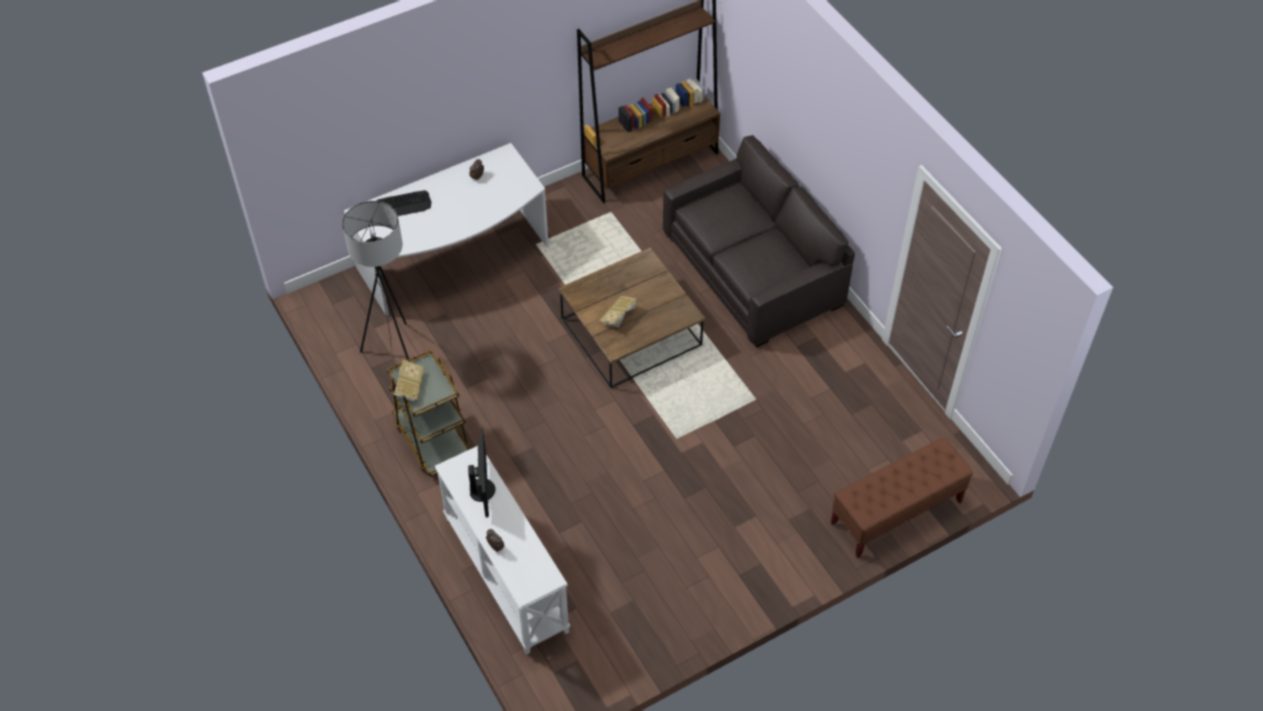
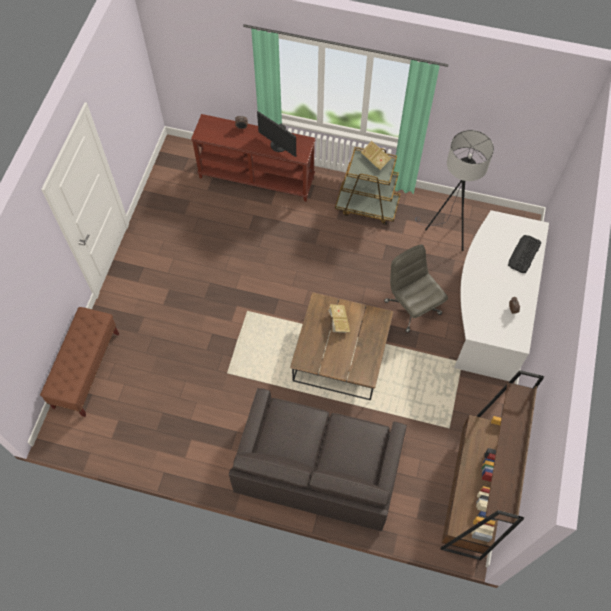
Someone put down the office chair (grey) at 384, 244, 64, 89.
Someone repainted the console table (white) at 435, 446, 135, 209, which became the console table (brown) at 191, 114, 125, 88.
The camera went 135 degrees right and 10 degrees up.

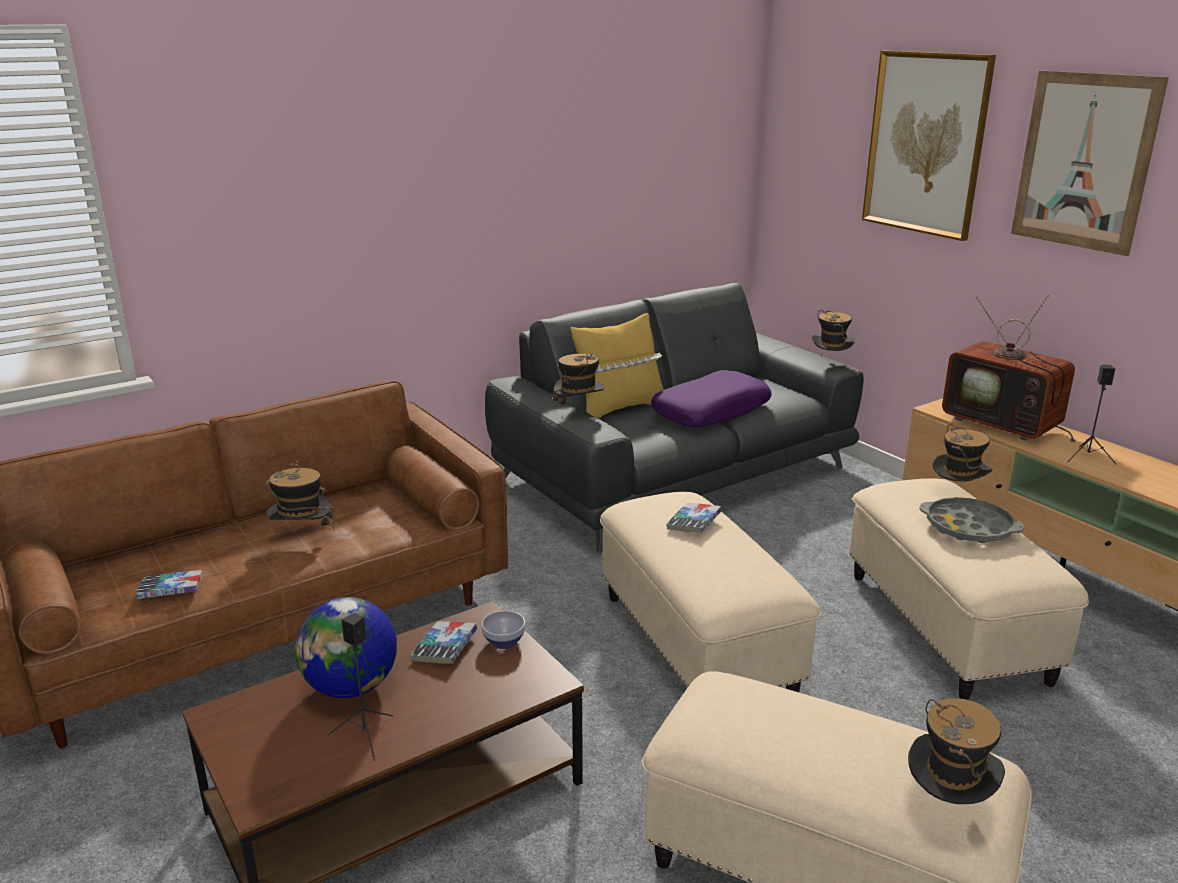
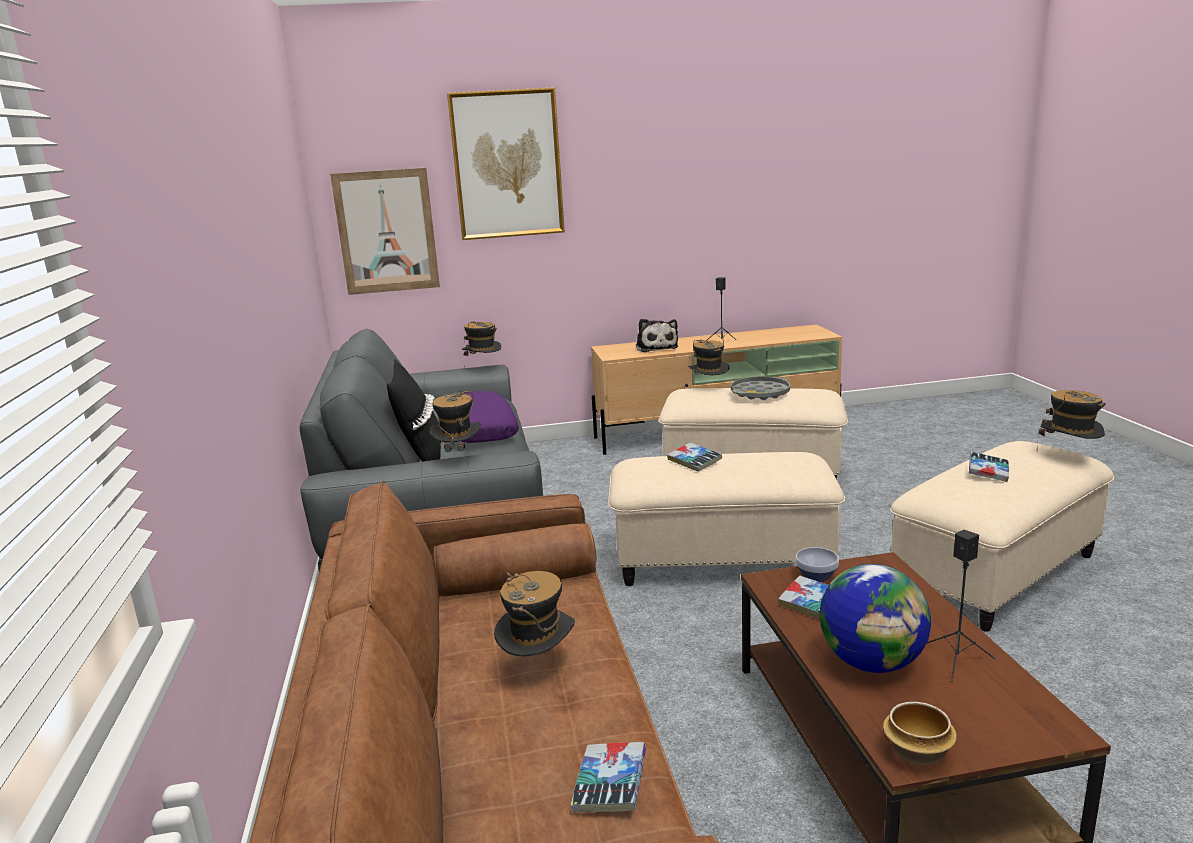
Someone put down the bowl at 883, 702, 74, 63.
Someone put down the book at 969, 452, 40, 30.
Someone carried the picture from 1011, 71, 158, 185 to 330, 168, 110, 127.
Someone swapped the television at 942, 295, 134, 148 for the plush toy at 636, 319, 42, 33.
Someone repainted the pillow (yellow) at 571, 313, 93, 106, which became the pillow (black) at 387, 359, 54, 103.
The camera went 65 degrees left and 5 degrees down.

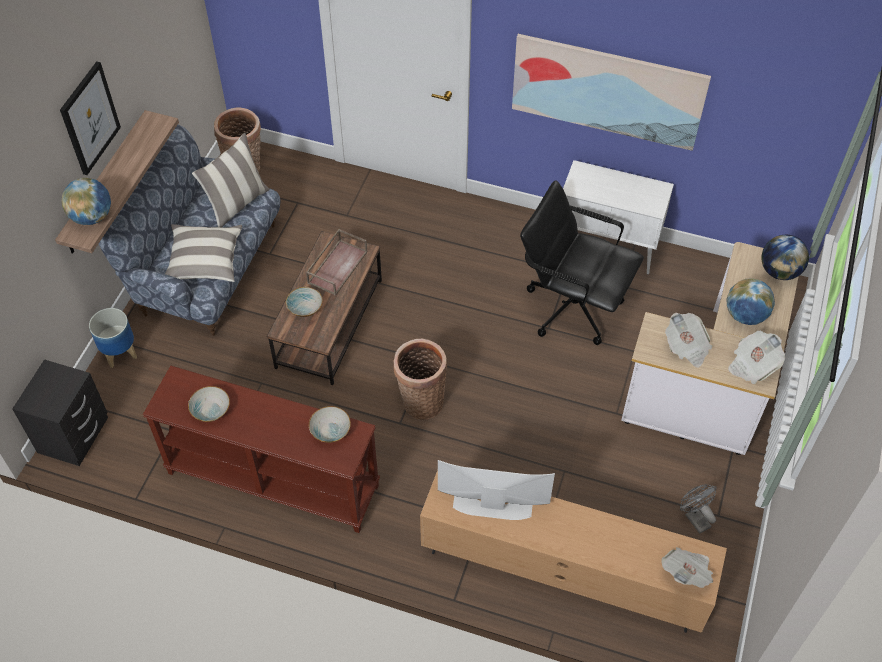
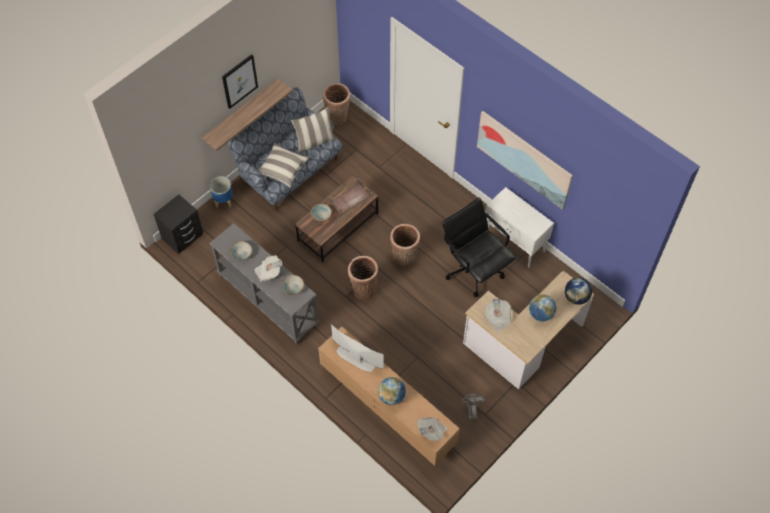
Someone put down the basket at 390, 224, 30, 42.
Someone carried the globe from 61, 178, 50, 47 to 378, 377, 28, 28.
Someone carried the newspaper from 728, 331, 57, 53 to 254, 255, 28, 27.
Someone repainted the console table (brown) at 143, 366, 237, 167, which became the console table (grey) at 210, 223, 109, 122.
The camera went 25 degrees right and 5 degrees up.

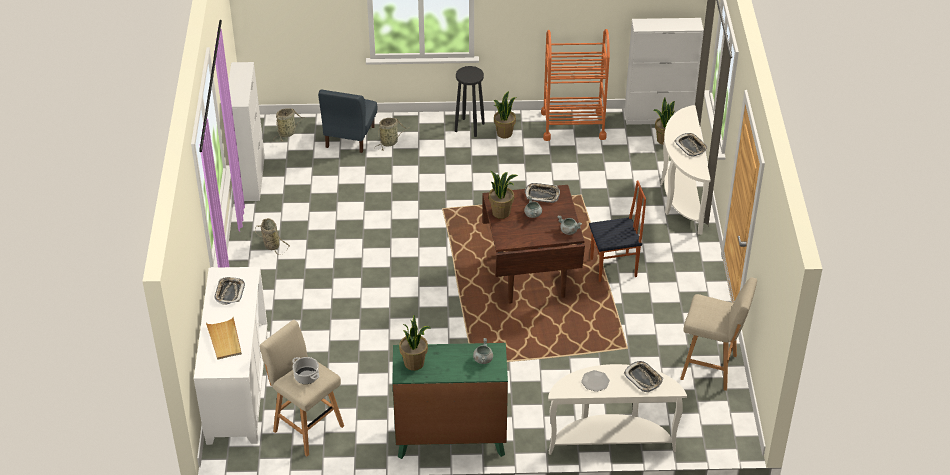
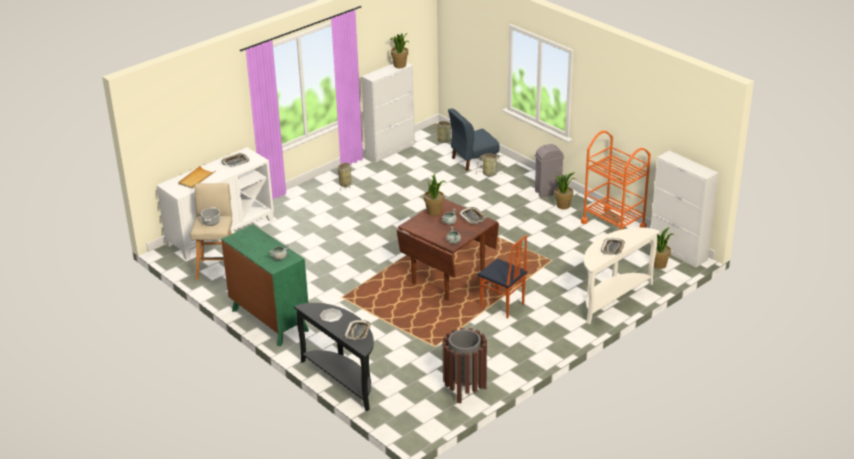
Someone carried the potted plant from 399, 315, 31, 56 to 390, 33, 19, 35.
Someone swapped the stool (black) at 455, 66, 30, 71 for the trash can (grey) at 535, 144, 29, 53.
Someone swapped the stool (beige) at 680, 277, 77, 114 for the trash can (brown) at 443, 328, 44, 75.
Someone repainted the console table (white) at 548, 364, 139, 91, which became the console table (black) at 294, 303, 80, 108.
The camera went 50 degrees right and 10 degrees down.

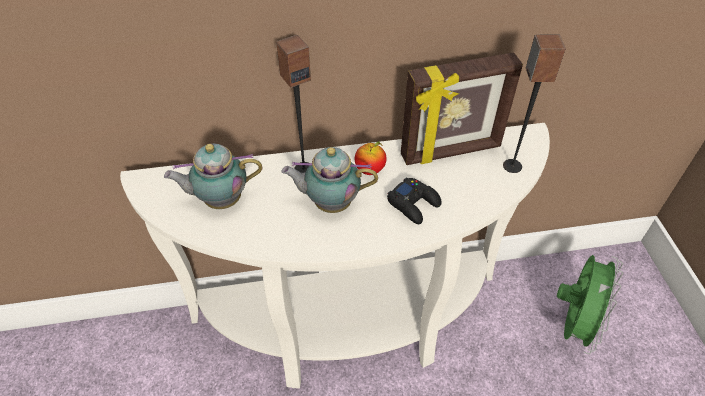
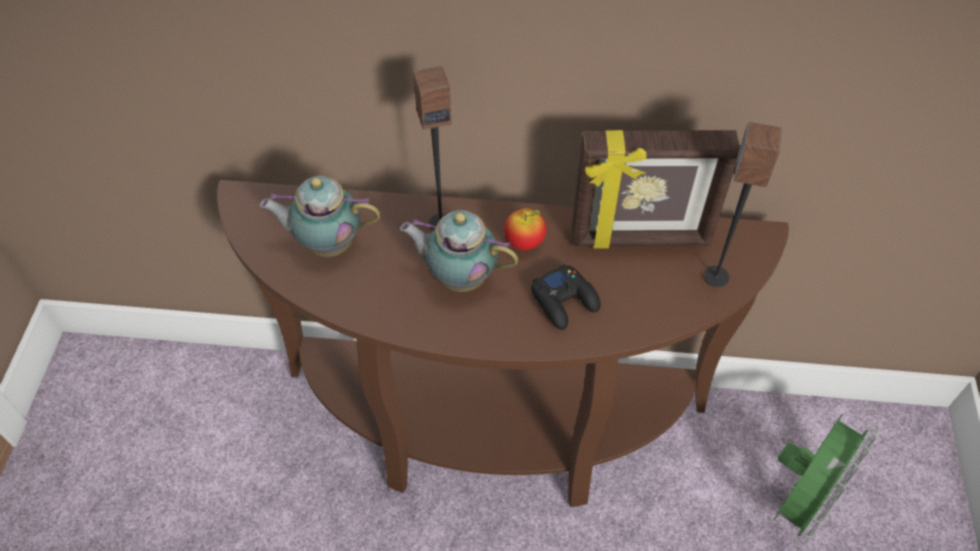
Someone repainted the console table (white) at 120, 123, 430, 266, which became the console table (brown) at 217, 180, 572, 327.
The camera went 15 degrees right and 5 degrees up.

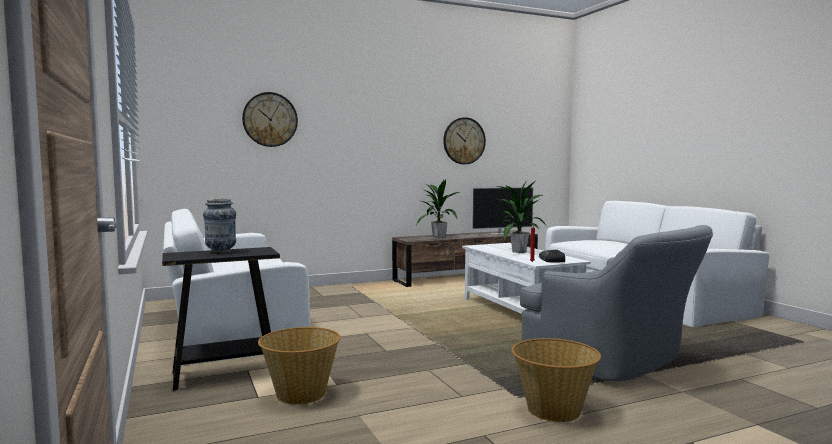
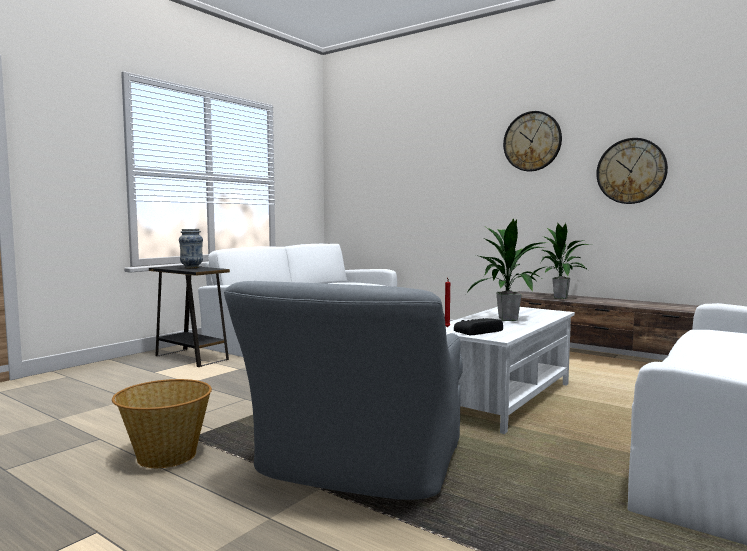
Someone took away the basket at 258, 327, 83, 78.
Someone took away the television at 472, 187, 62, 48.
Someone carried the wall clock from 242, 92, 56, 55 to 503, 111, 59, 60.
The camera went 60 degrees right and 0 degrees up.

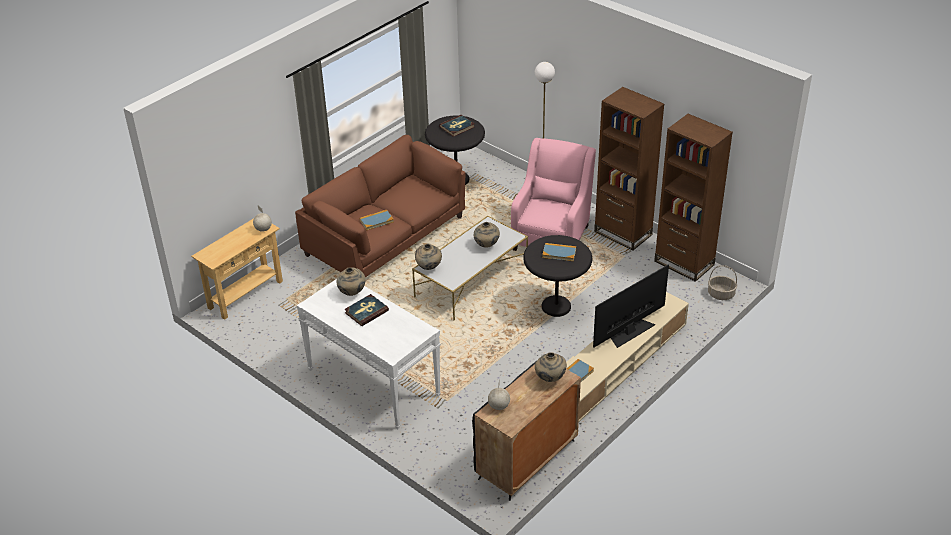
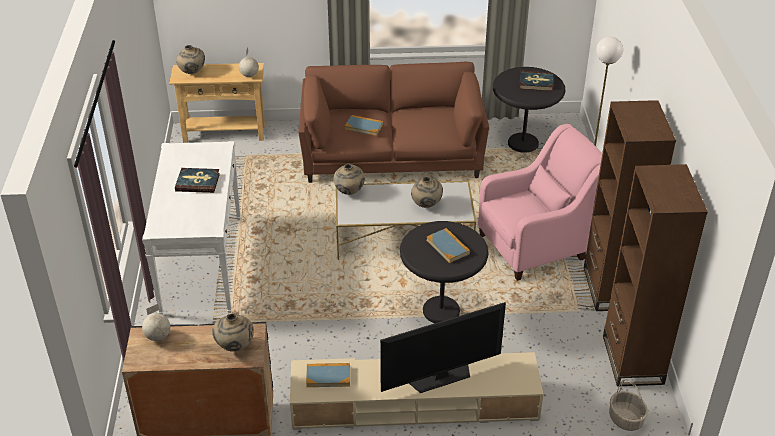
Someone carried the vase (beige) from 337, 267, 29, 29 to 176, 45, 29, 29.
Someone rotated the television at 593, 264, 76, 84 by 150 degrees clockwise.
The camera went 45 degrees right and 0 degrees up.

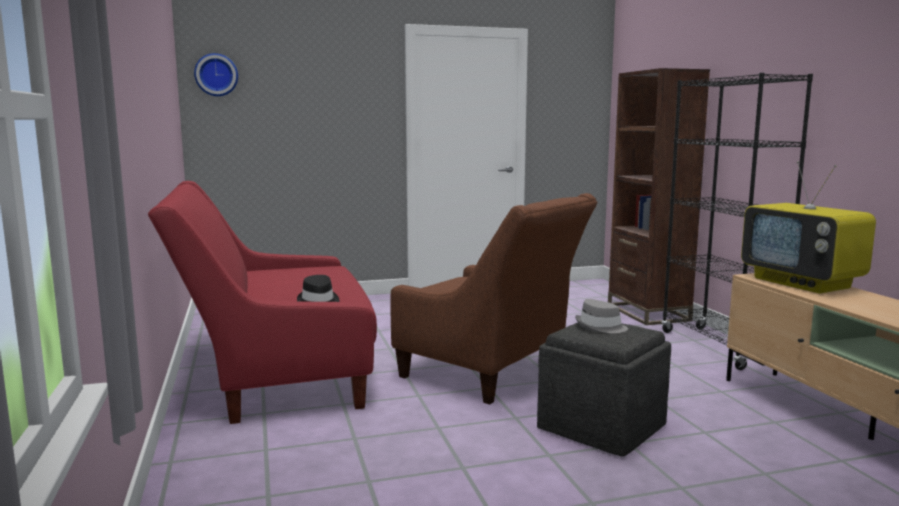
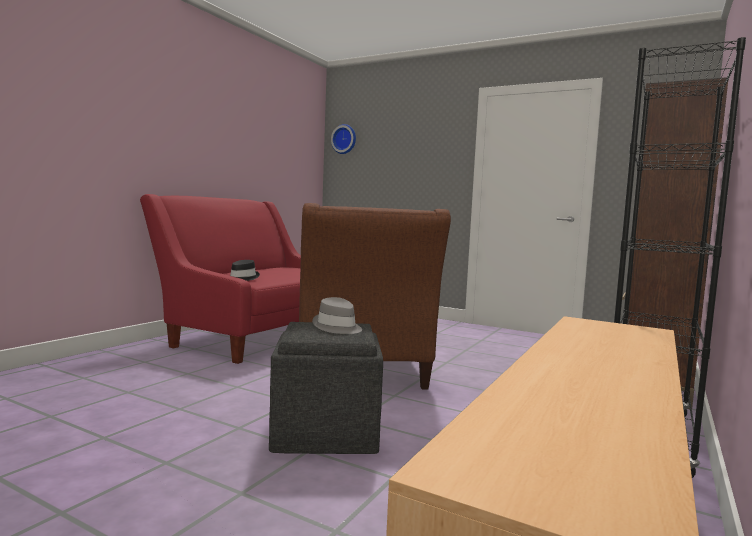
Someone took away the television at 741, 161, 135, 133.
The camera went 45 degrees right and 5 degrees down.

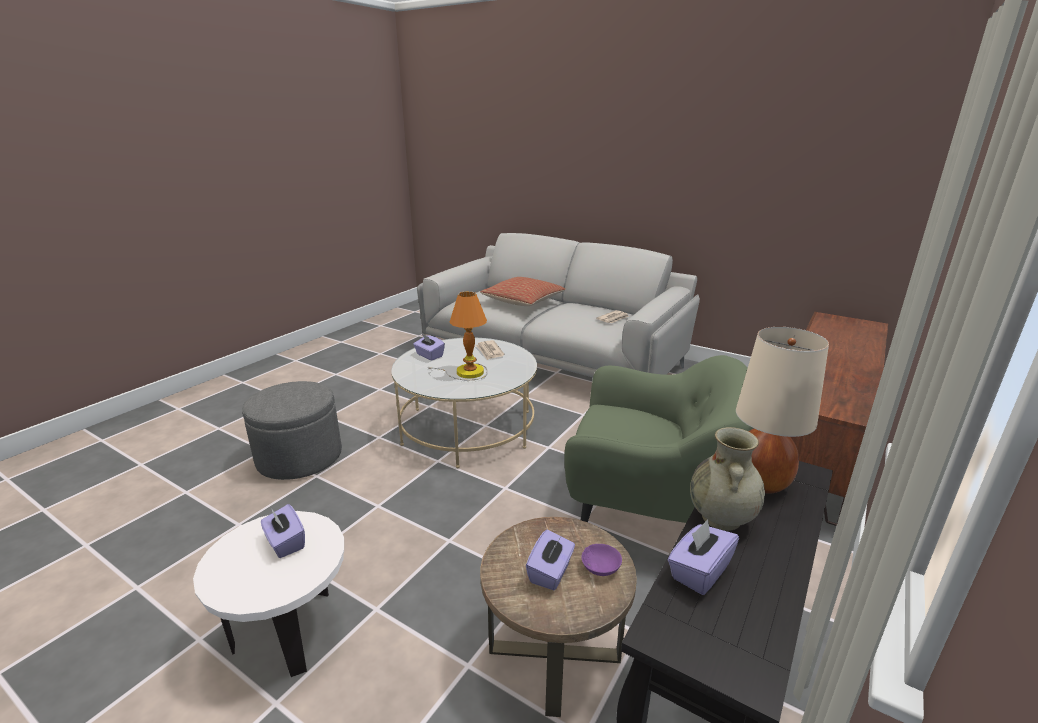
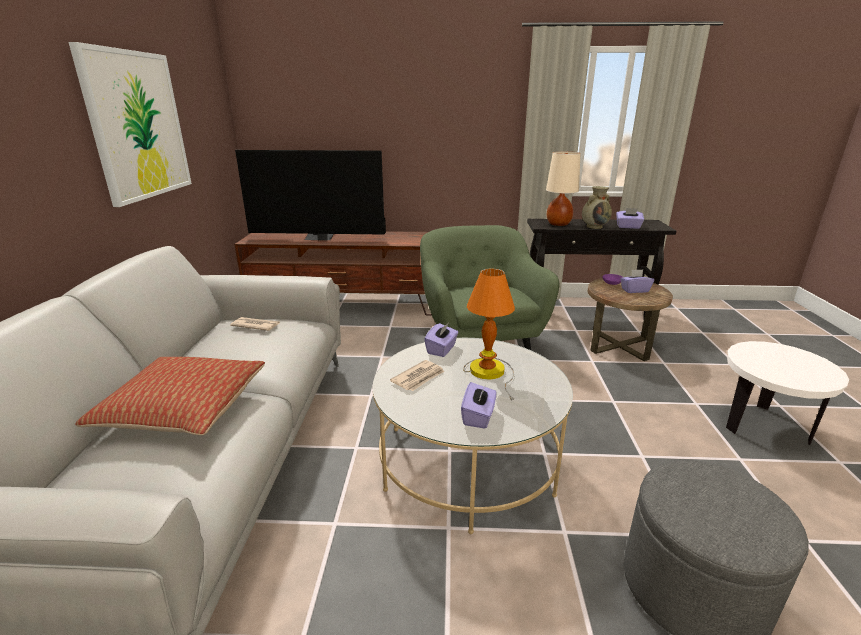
Someone put up the picture at 68, 42, 124, 165.
Someone put down the television at 235, 150, 151, 90.
Someone carried the tissue box (purple) from 261, 504, 44, 54 to 424, 322, 35, 35.
The camera went 120 degrees left and 0 degrees up.

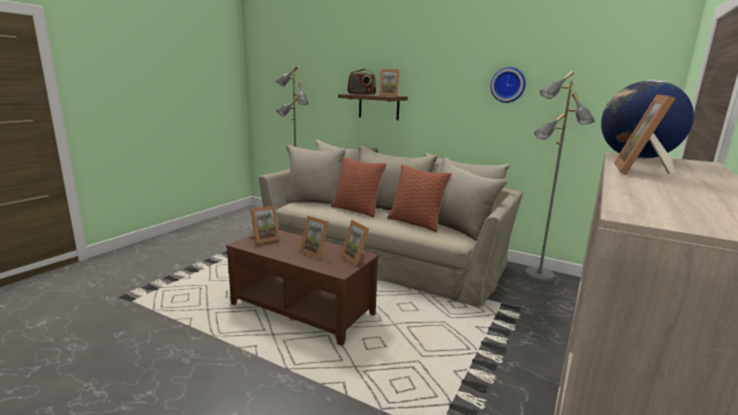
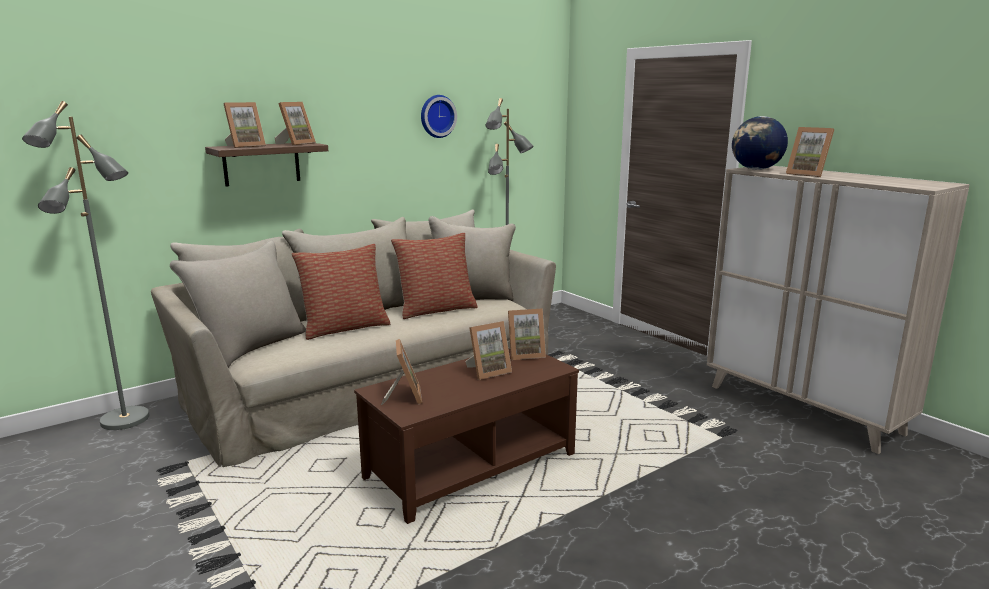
Someone swapped the radio at 347, 69, 29, 26 for the picture frame at 224, 102, 42, 46.
The camera went 65 degrees left and 0 degrees up.

